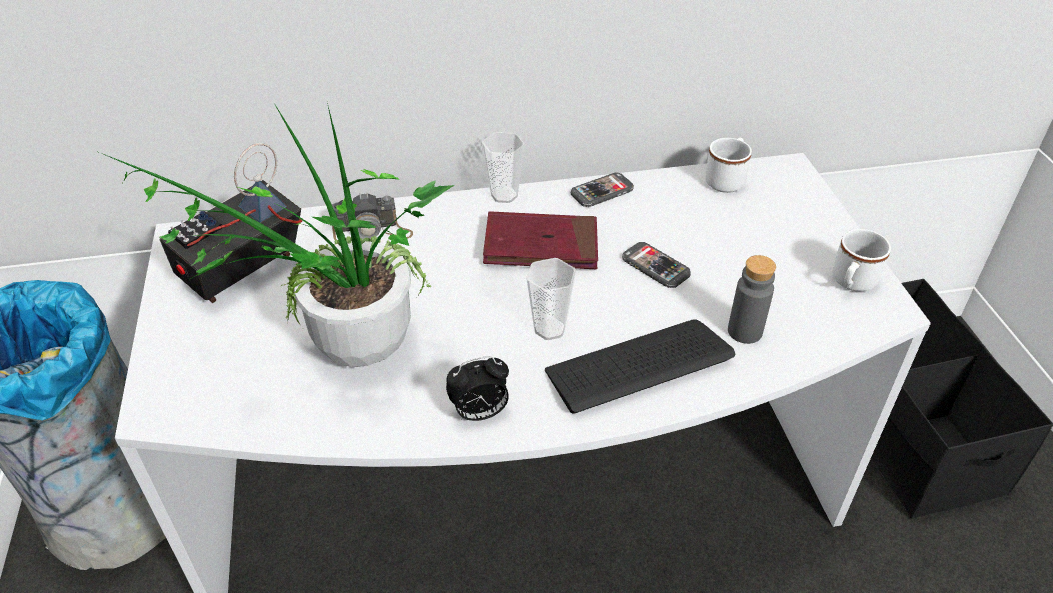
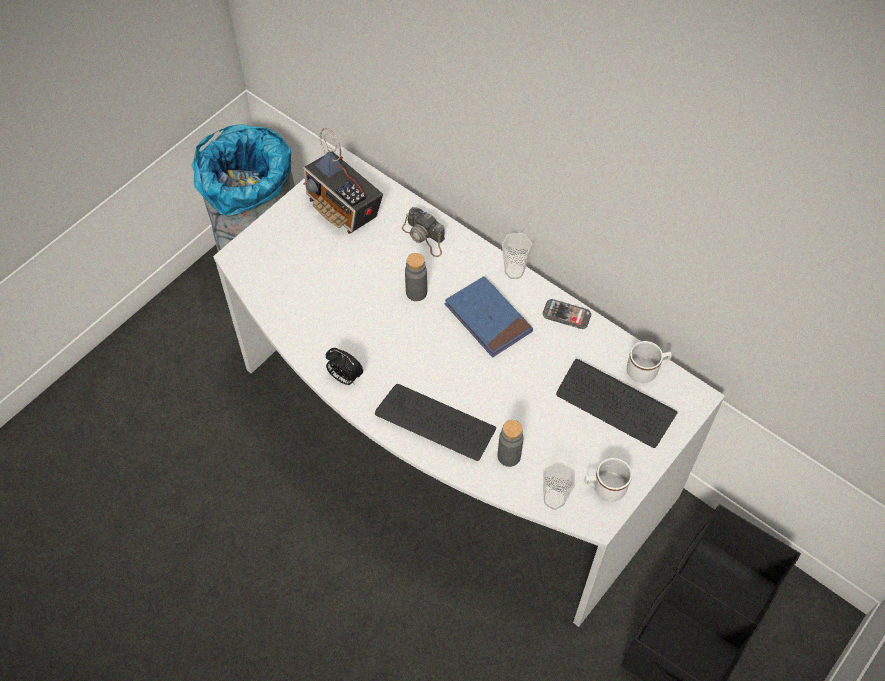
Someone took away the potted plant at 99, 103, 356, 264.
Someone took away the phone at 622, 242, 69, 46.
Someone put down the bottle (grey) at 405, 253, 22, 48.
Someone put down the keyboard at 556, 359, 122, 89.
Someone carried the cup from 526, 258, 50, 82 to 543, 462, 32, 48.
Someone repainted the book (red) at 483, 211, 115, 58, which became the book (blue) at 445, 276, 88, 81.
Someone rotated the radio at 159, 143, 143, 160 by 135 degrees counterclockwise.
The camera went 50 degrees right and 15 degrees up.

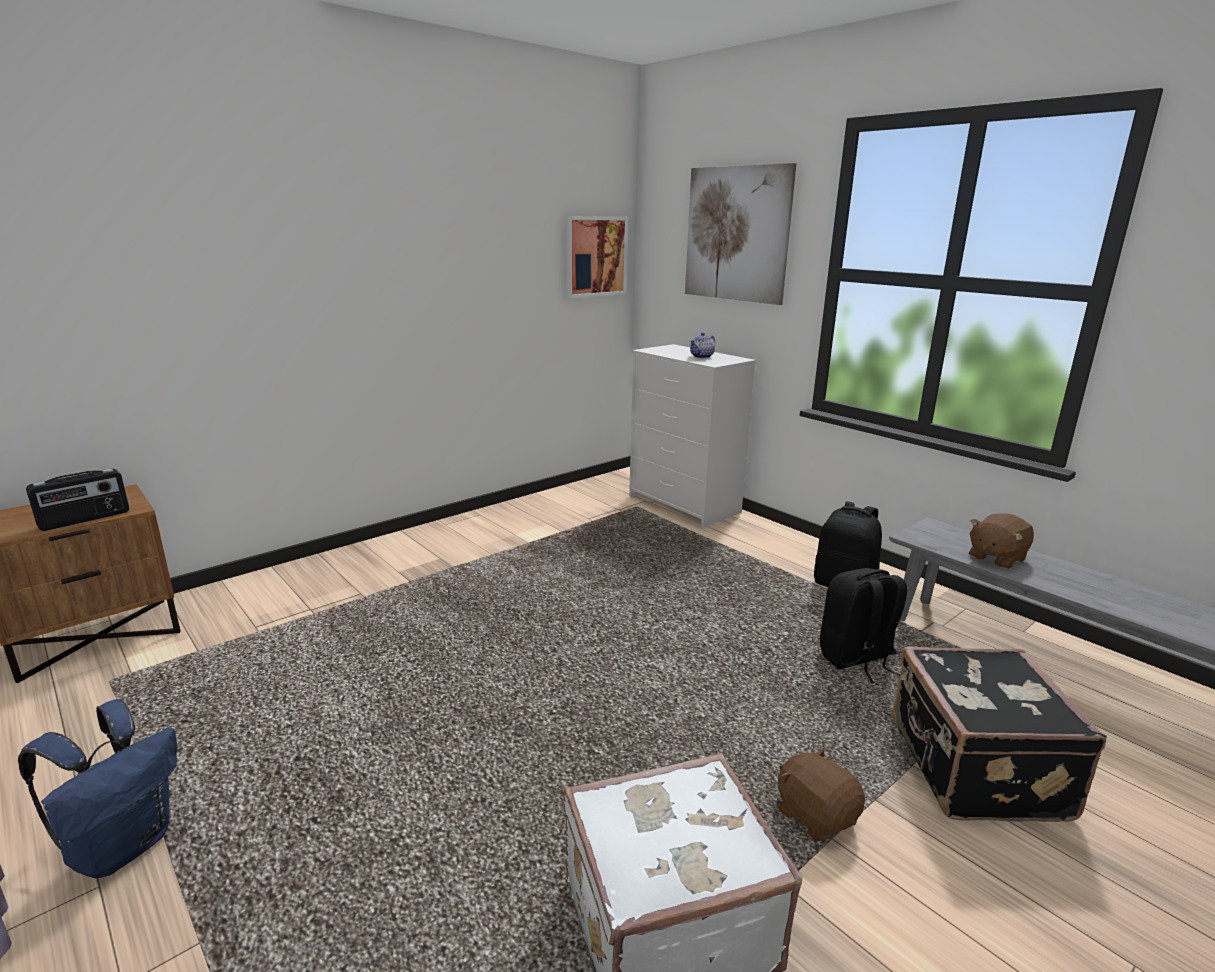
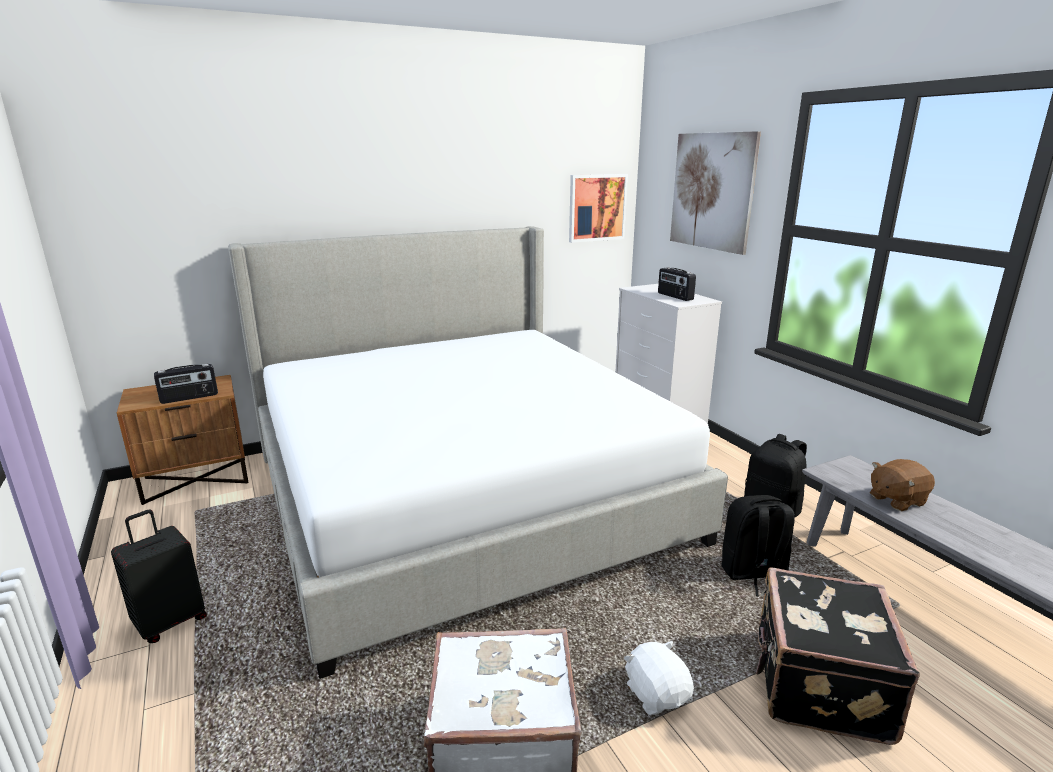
Someone put down the bed at 228, 226, 500, 453.
Someone swapped the backpack (blue) at 18, 699, 159, 179 for the suitcase (black) at 111, 510, 96, 133.
Someone swapped the teapot at 690, 332, 25, 26 for the radio at 658, 267, 38, 34.
Someone repainted the plush toy (brown) at 777, 748, 88, 93, which became the plush toy (white) at 624, 641, 70, 74.
The camera went 15 degrees right and 0 degrees up.

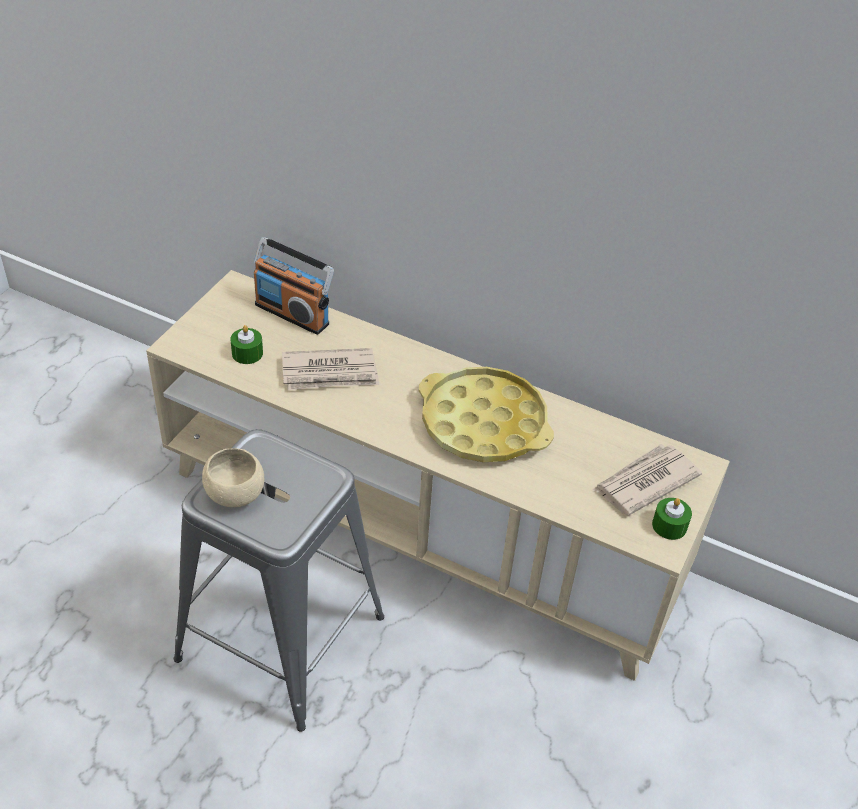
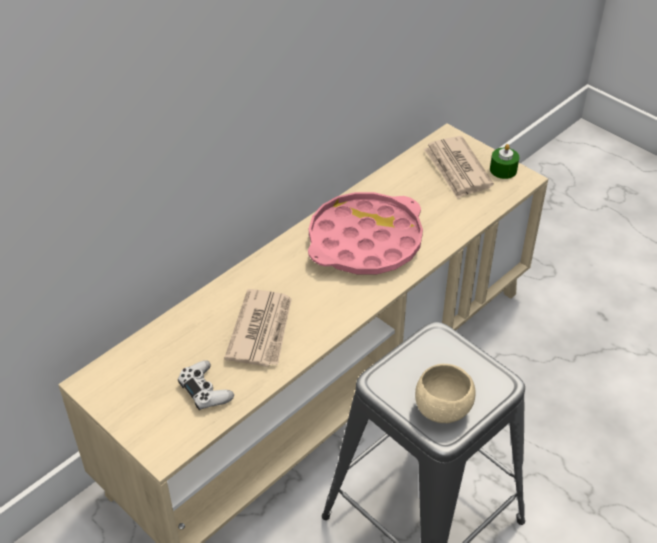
Someone took away the radio at 254, 237, 80, 98.
Someone swapped the candle (green) at 230, 325, 33, 39 for the game controller (white) at 178, 360, 56, 50.
Someone repainted the tray (yellow) at 419, 367, 135, 95, which became the tray (pink) at 308, 192, 115, 82.
The camera went 70 degrees left and 0 degrees up.

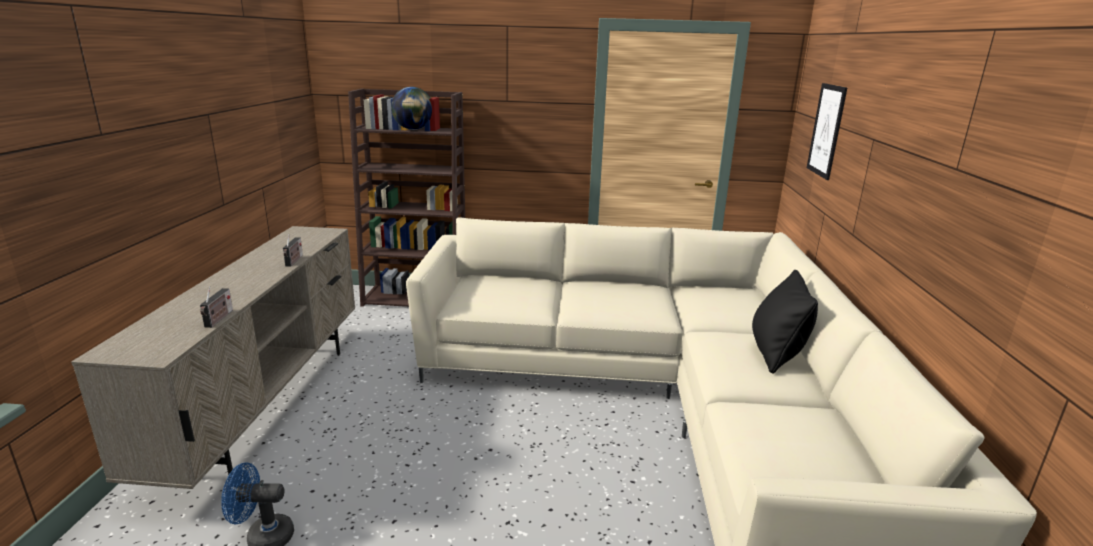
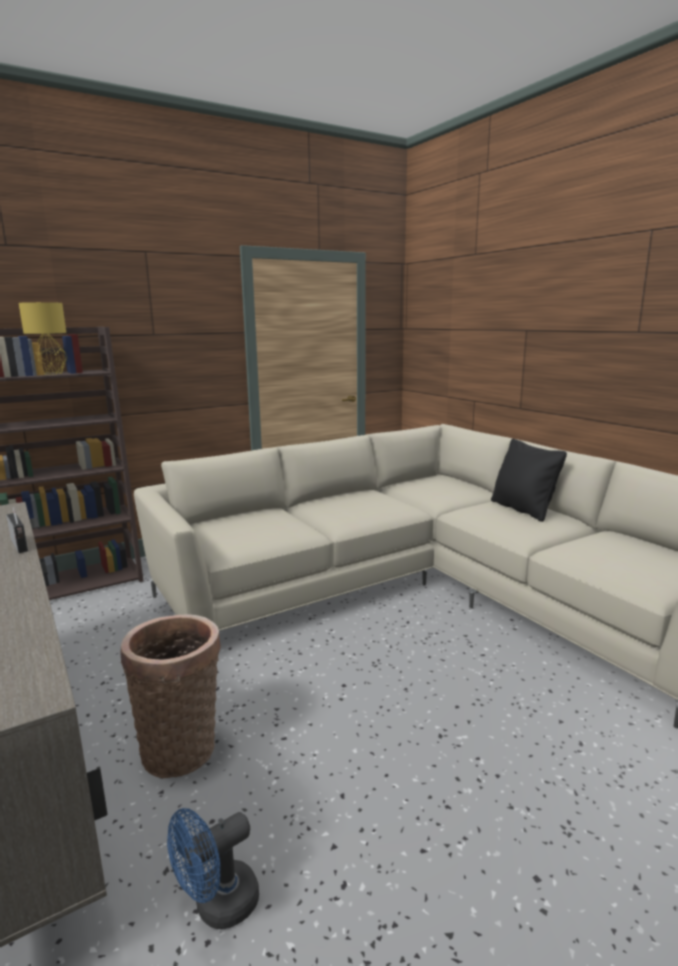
Someone took away the radio at 200, 286, 33, 42.
Someone took away the picture at 807, 83, 40, 97.
Someone put down the basket at 120, 614, 101, 164.
Someone swapped the globe at 391, 87, 41, 43 for the table lamp (yellow) at 19, 302, 48, 73.
The camera went 35 degrees left and 5 degrees down.

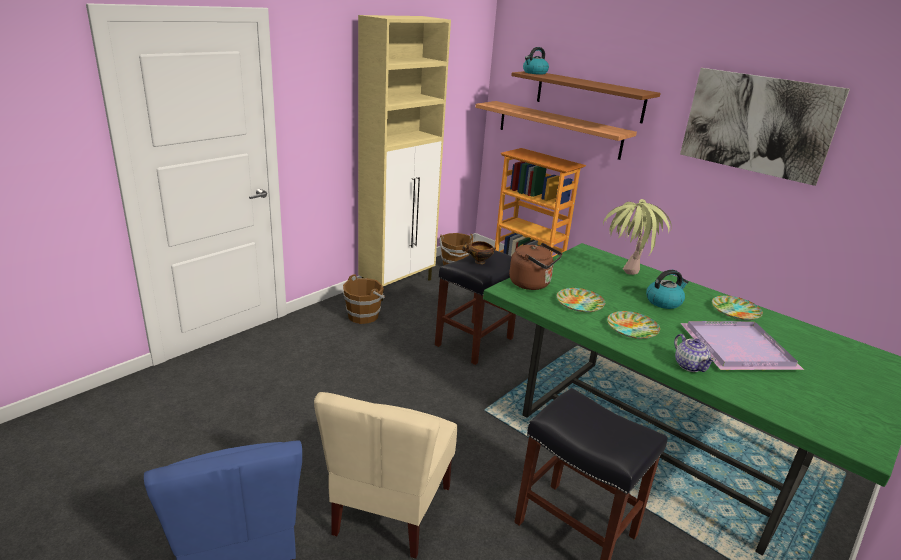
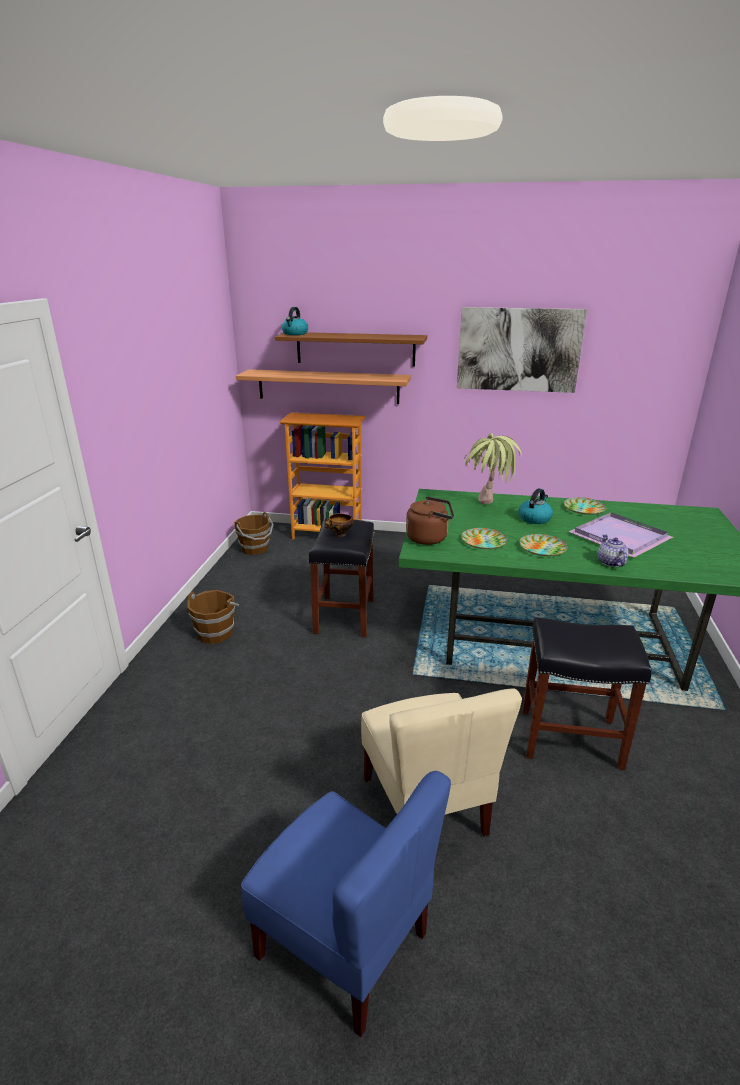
Someone took away the cabinet (beige) at 358, 15, 93, 286.
Someone rotated the teapot at 674, 334, 42, 38 by 135 degrees counterclockwise.
The camera went 30 degrees left and 0 degrees up.

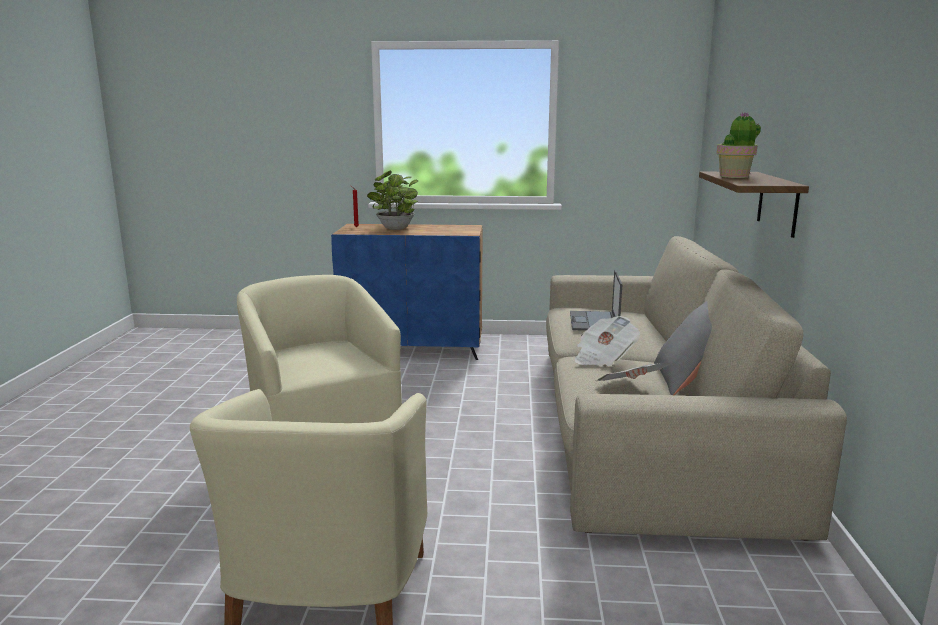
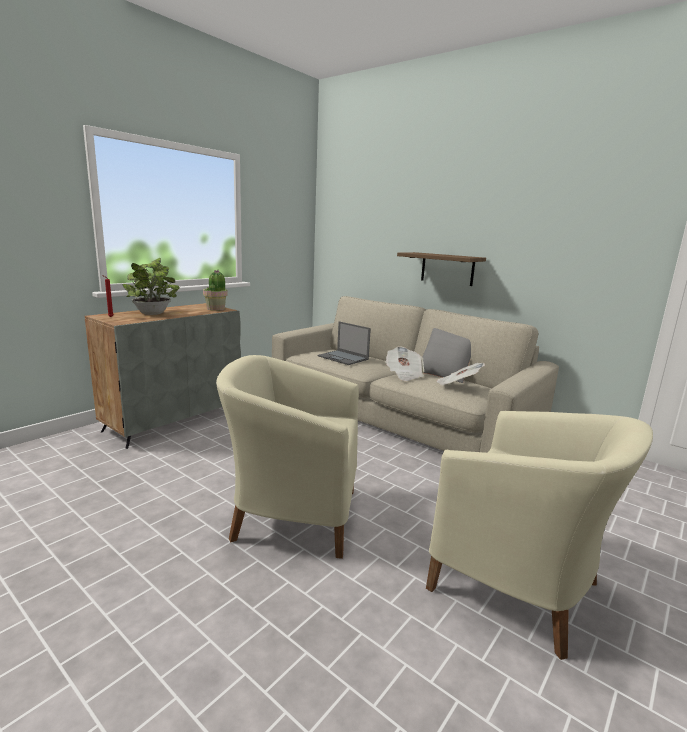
Someone carried the potted plant from 716, 112, 45, 66 to 203, 269, 25, 42.
Someone repainted the cabinet (blue) at 331, 224, 152, 136, which became the cabinet (grey) at 85, 303, 156, 146.
The camera went 55 degrees left and 0 degrees up.

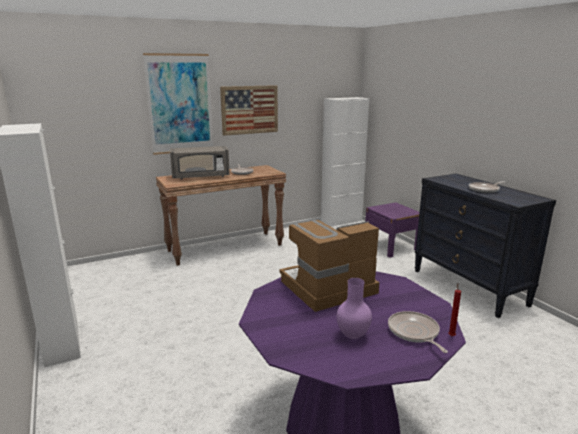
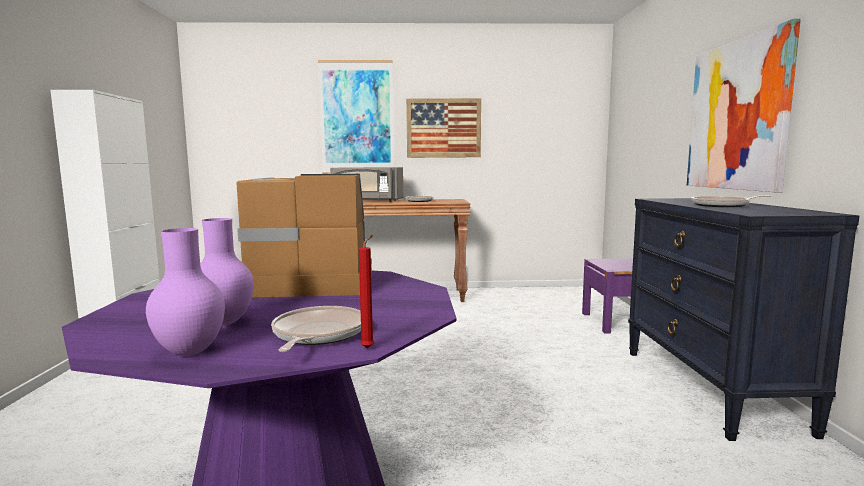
Someone took away the cabinet (white) at 321, 97, 48, 130.
Someone put down the vase (purple) at 146, 228, 79, 128.
Someone put up the picture at 687, 19, 114, 173.
The camera went 25 degrees right and 10 degrees down.

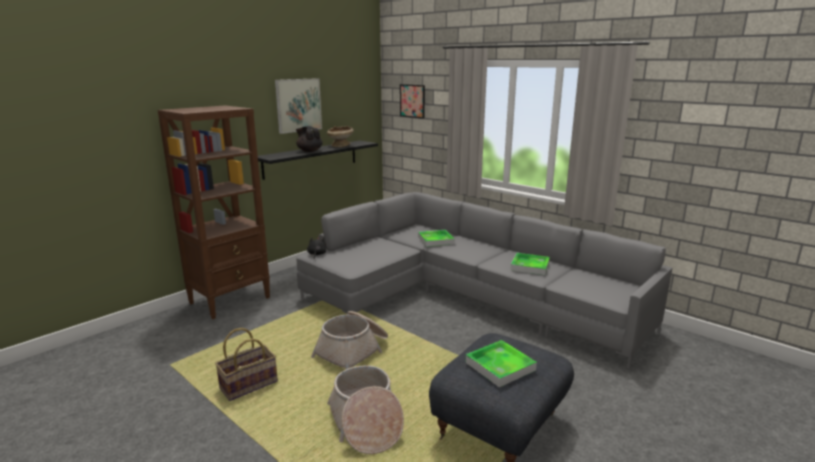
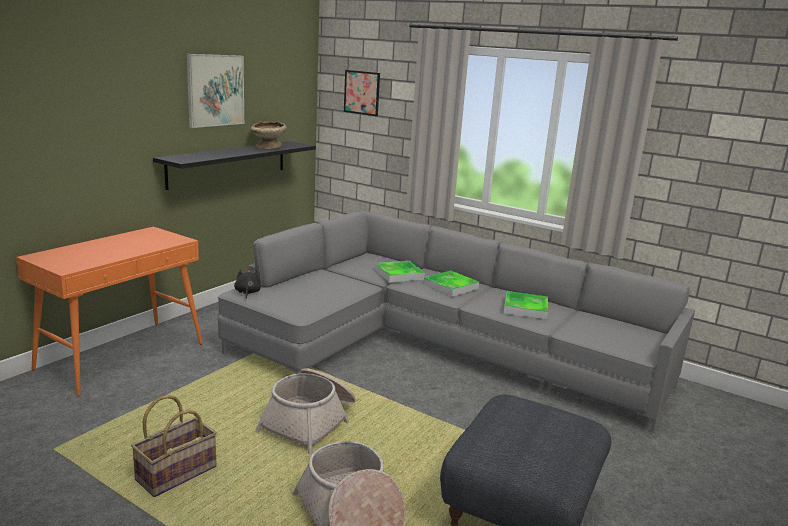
Someone took away the teapot (black) at 296, 126, 27, 26.
Someone carried the tray from 465, 340, 72, 47 to 424, 271, 55, 26.
Someone swapped the bookcase (brown) at 158, 105, 112, 214 for the console table (orange) at 16, 227, 187, 169.
The camera went 10 degrees left and 0 degrees up.

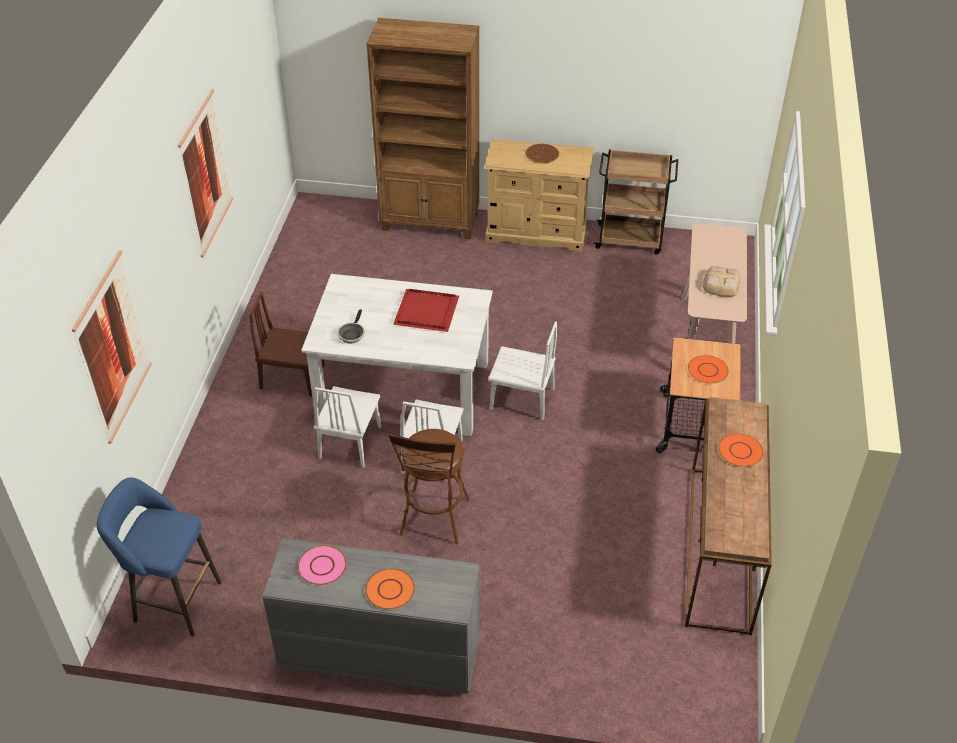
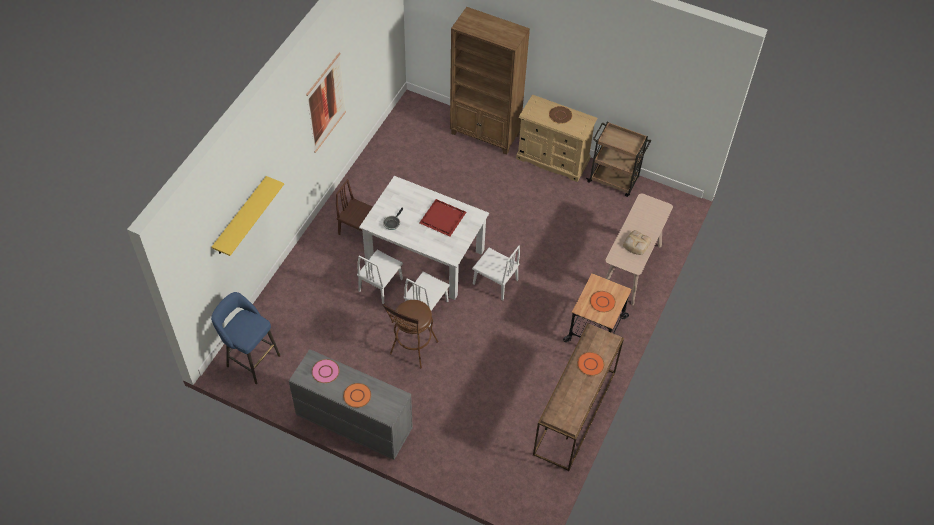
Someone swapped the picture at 72, 250, 80, 194 for the shelf (yellow) at 212, 176, 72, 80.
The camera went 15 degrees right and 10 degrees up.

